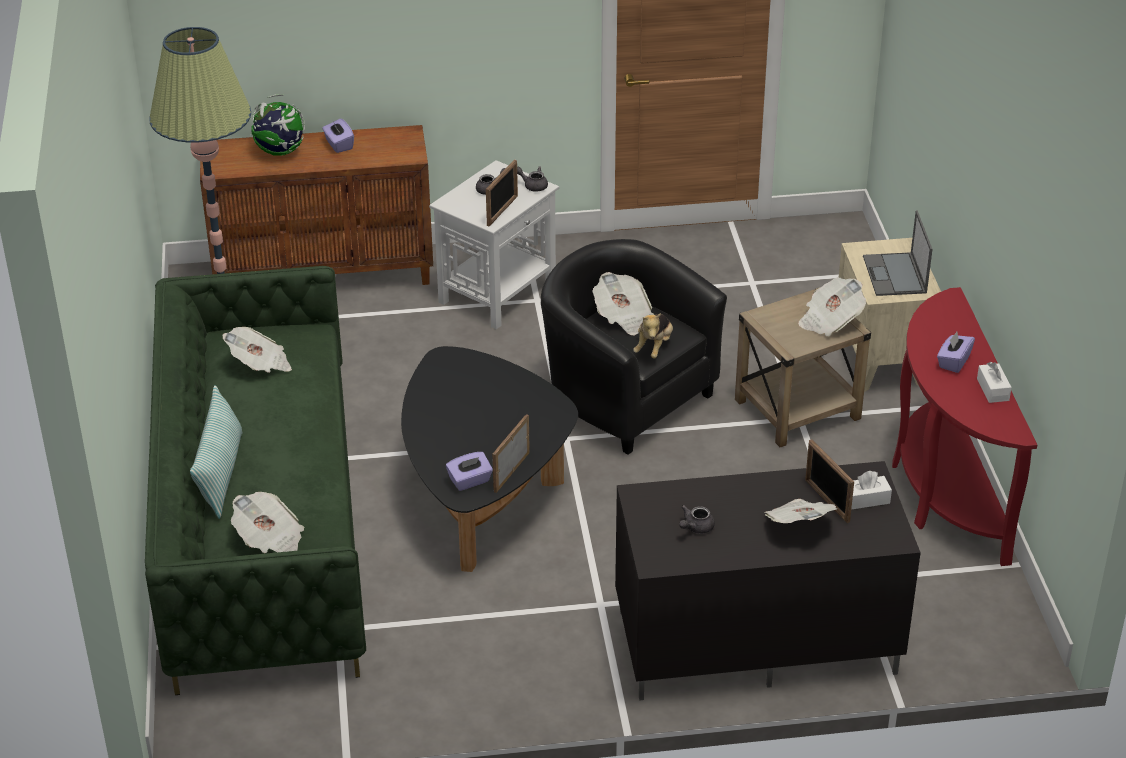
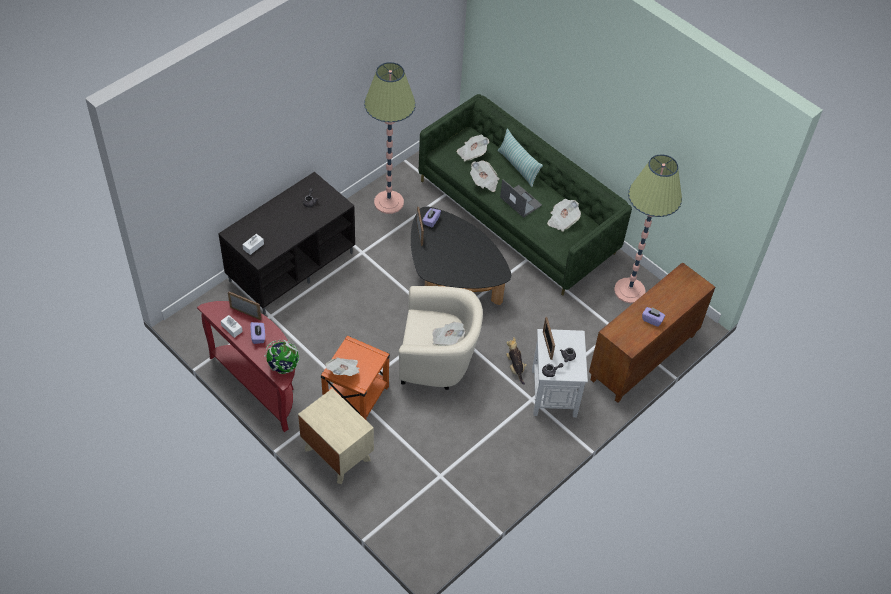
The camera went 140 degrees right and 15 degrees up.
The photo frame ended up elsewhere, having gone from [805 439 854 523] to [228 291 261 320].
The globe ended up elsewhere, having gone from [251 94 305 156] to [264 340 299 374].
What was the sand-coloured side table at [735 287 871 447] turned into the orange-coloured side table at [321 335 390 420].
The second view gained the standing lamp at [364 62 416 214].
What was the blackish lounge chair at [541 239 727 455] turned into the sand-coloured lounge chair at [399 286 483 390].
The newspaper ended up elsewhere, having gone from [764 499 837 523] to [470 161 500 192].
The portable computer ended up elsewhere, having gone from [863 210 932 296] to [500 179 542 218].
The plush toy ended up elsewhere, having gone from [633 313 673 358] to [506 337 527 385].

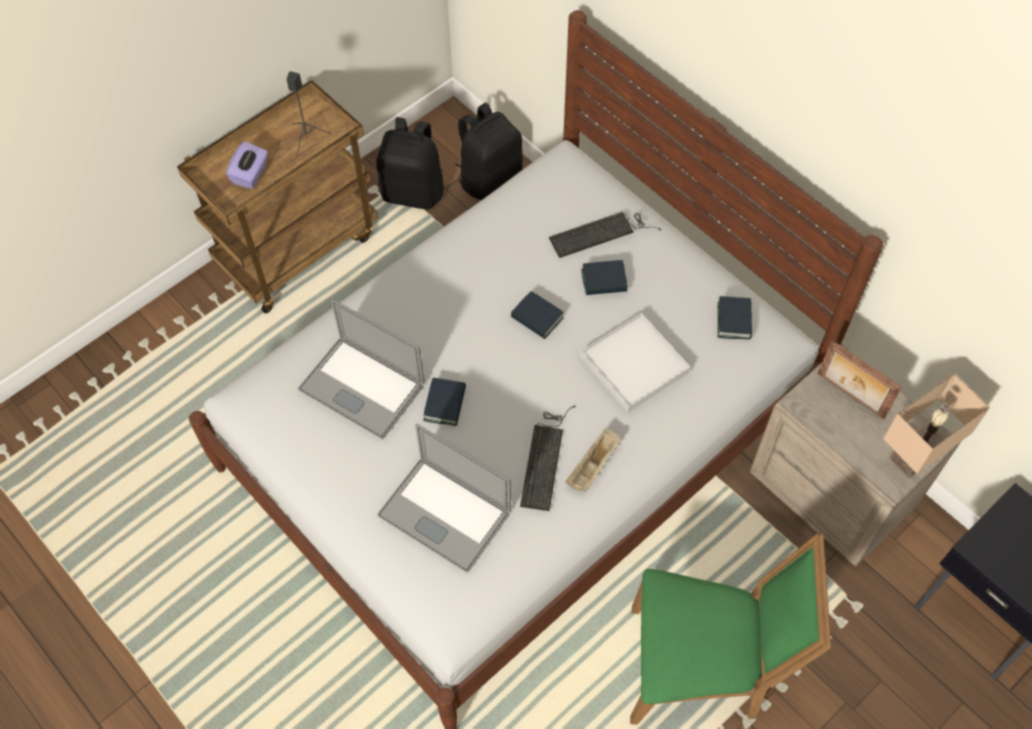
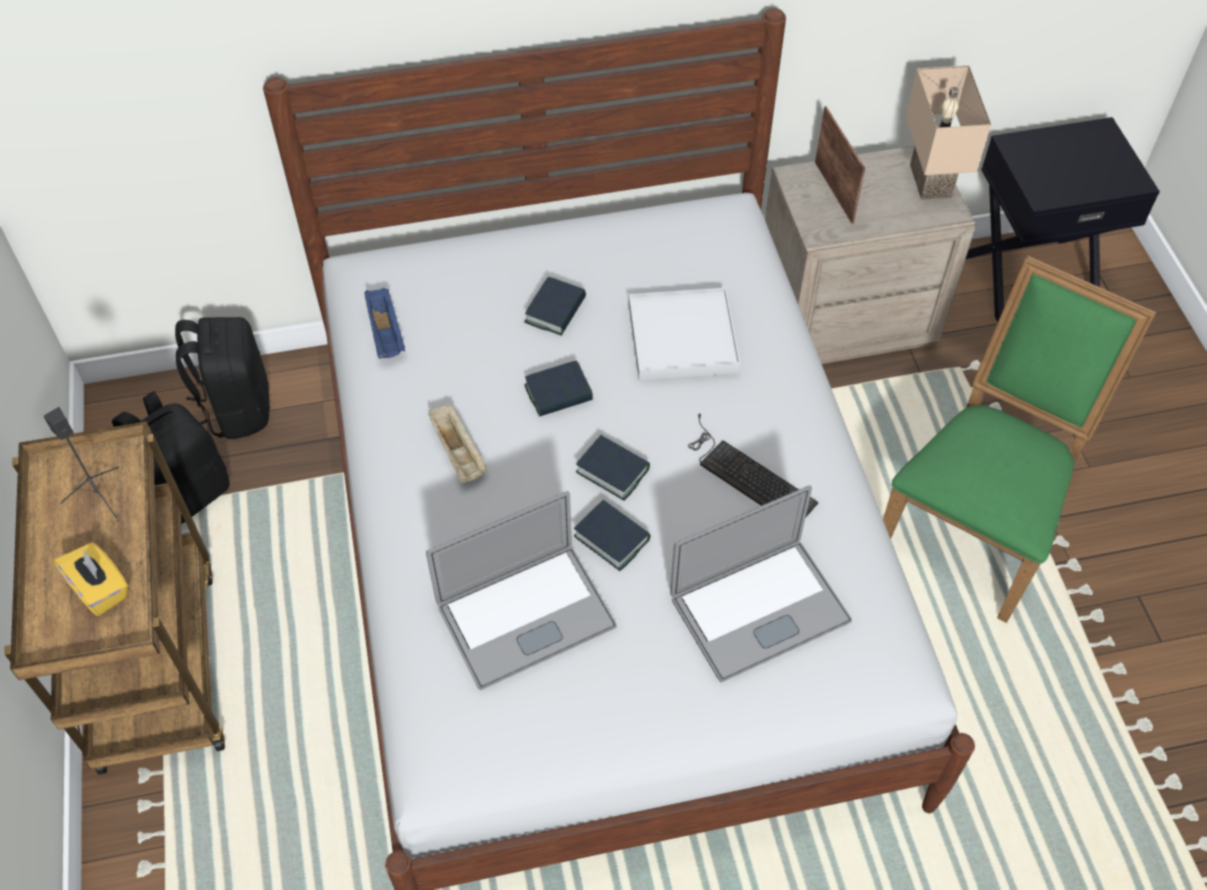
The camera went 60 degrees left and 5 degrees down.
What was the purple tissue holder at [226 141 268 189] turned into the yellowish tissue holder at [54 542 128 616].
The second view gained the bluish serving tray at [365 288 405 359].
The sand-coloured serving tray ended up elsewhere, having gone from [565 428 621 492] to [428 404 487 483].
The book ended up elsewhere, having gone from [718 296 752 340] to [576 435 650 501].
The photo frame at [817 340 902 419] ended up facing another way, 90 degrees counterclockwise from before.
The second view lost the computer keyboard at [549 212 661 258].

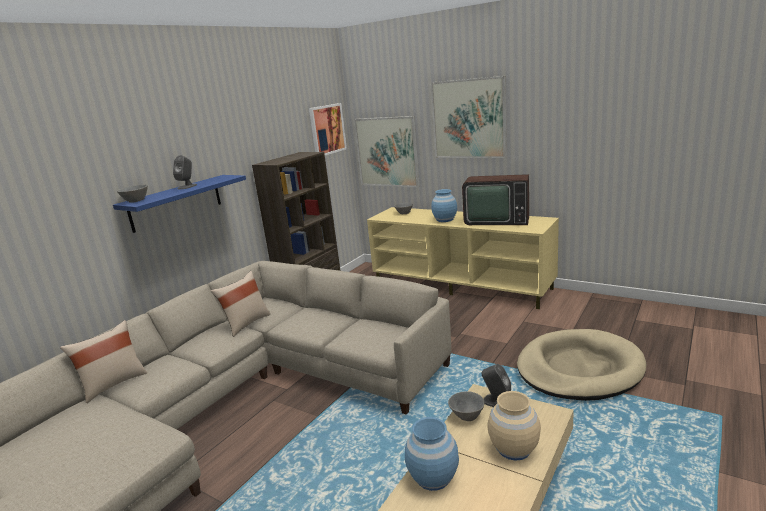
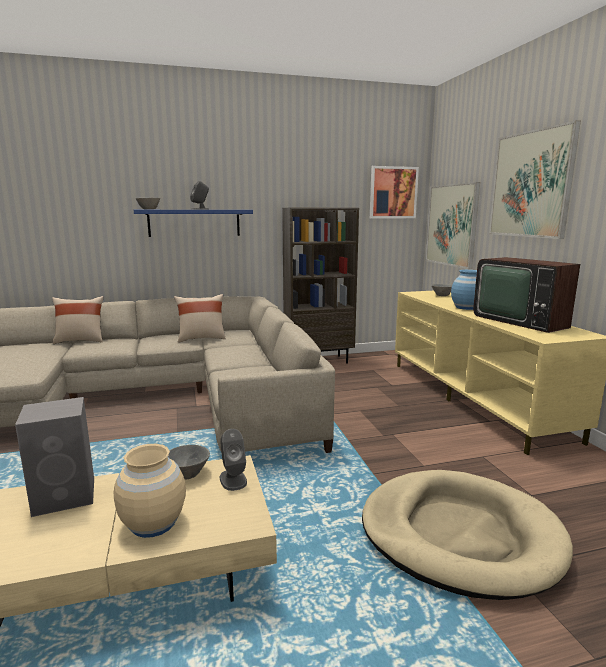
The camera went 40 degrees right and 5 degrees down.
Where the bluish flower vase stood at [405 417 459 491], the greyish audio speaker came to stand at [15 397 94 517].

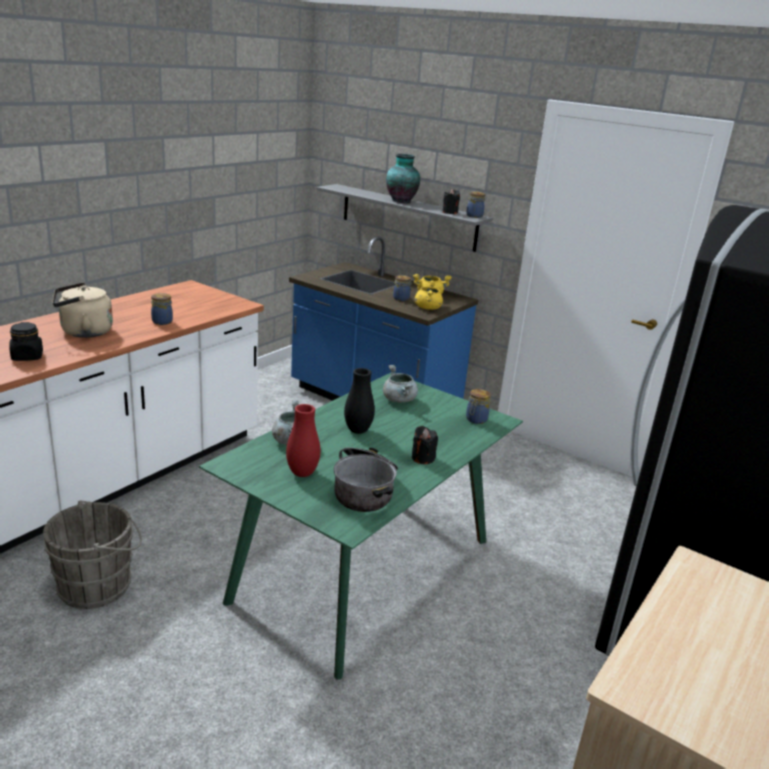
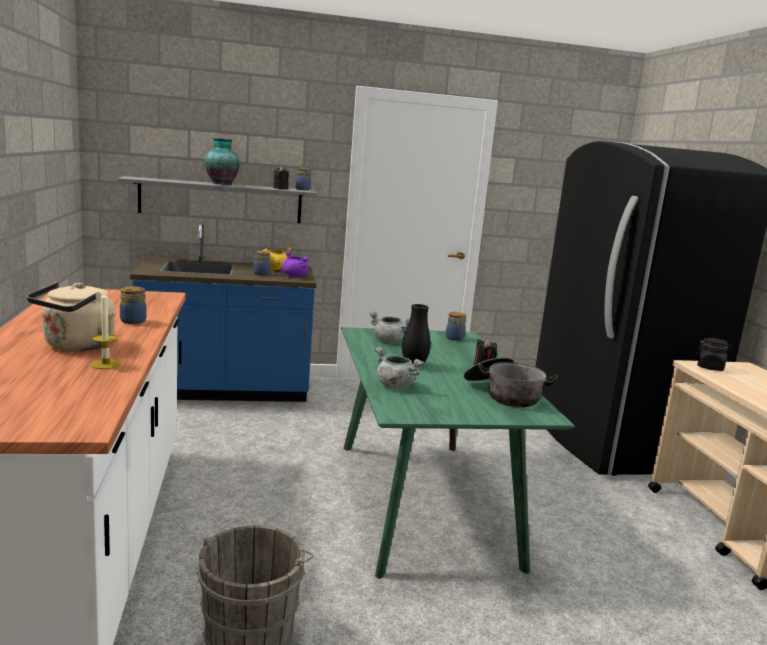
The camera went 45 degrees left and 10 degrees down.
The second view gained the wax light at [91 291 121 369].
What was the yellowish cooking pot at [415 281 443 310] turned into the purple cooking pot at [282 251 309 277].
The blackish preserve jar ended up elsewhere, having gone from [9 322 43 361] to [696 338 733 371].
The second view lost the red-coloured flower vase at [286 404 320 477].

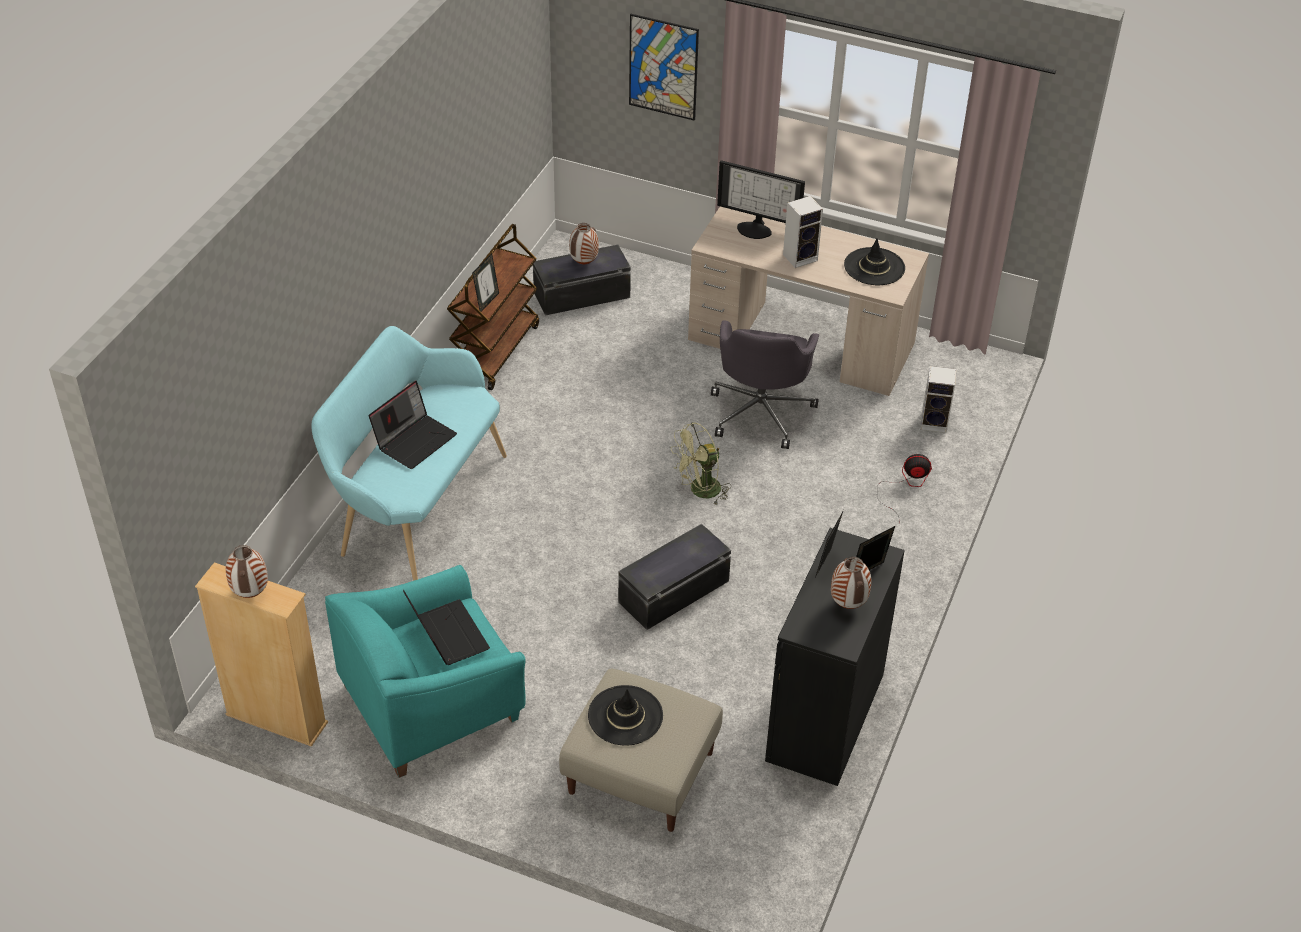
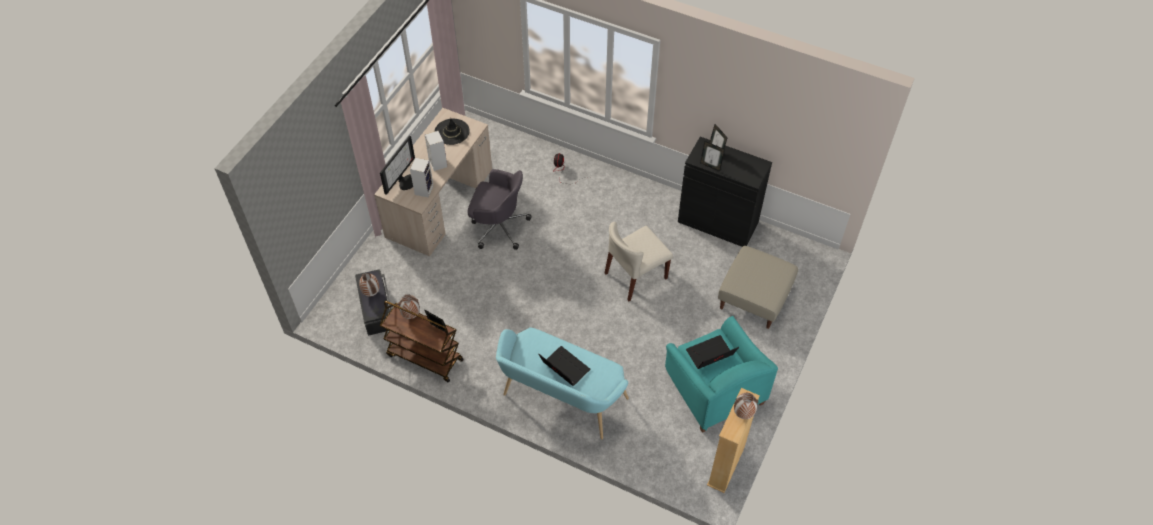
The camera went 85 degrees left and 10 degrees up.
The flower vase ended up elsewhere, having gone from [831 557 871 609] to [398 294 420 319].
The audio speaker ended up elsewhere, having gone from [920 366 956 433] to [410 158 434 198].
Where the blackish storage container stood at [618 524 731 630], the sand-coloured upright chair came to stand at [605 222 673 301].
The second view lost the blackish hat at [588 685 663 746].
The second view lost the wall picture at [629 14 699 121].
The second view lost the green cooling fan at [671 422 731 506].

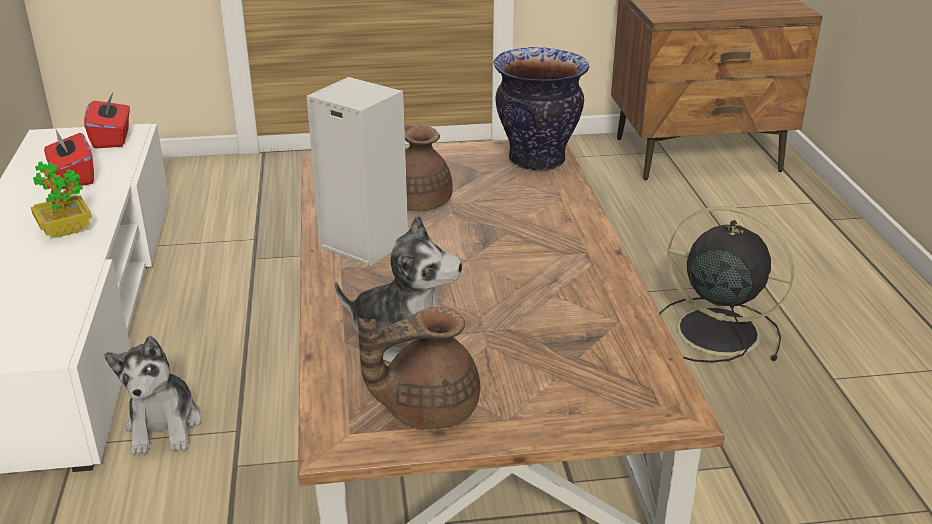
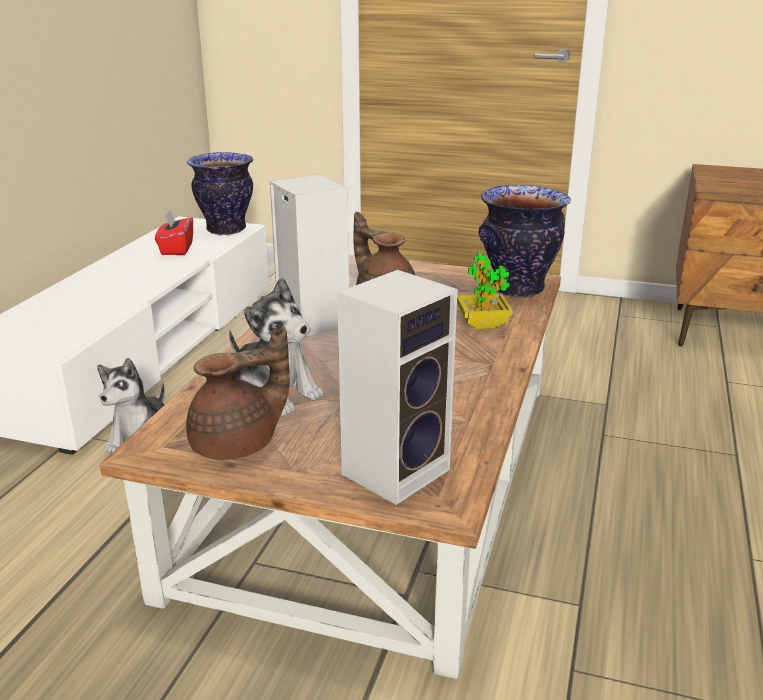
The camera went 25 degrees right and 5 degrees down.
The brownish teapot at [358 307 480 429] ended up facing another way, 150 degrees clockwise from before.
Where the red-coloured tissue holder stood at [84 93 130 149], the flower vase came to stand at [187 152 253 235].
The second view gained the audio speaker at [337 270 457 505].
The houseplant ended up elsewhere, having gone from [31 161 92 238] to [457 253 512 329].
The second view lost the blackish cooling fan at [659 206 794 363].

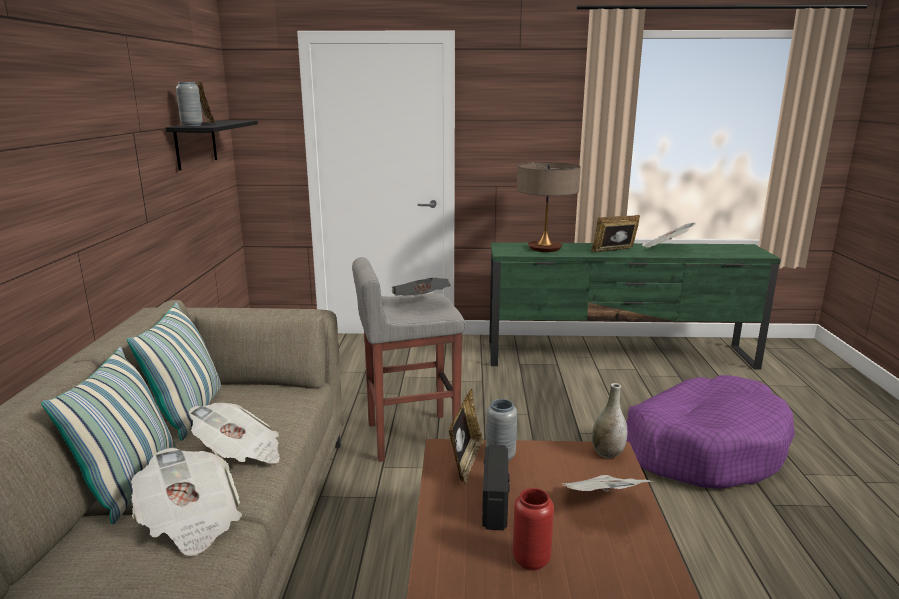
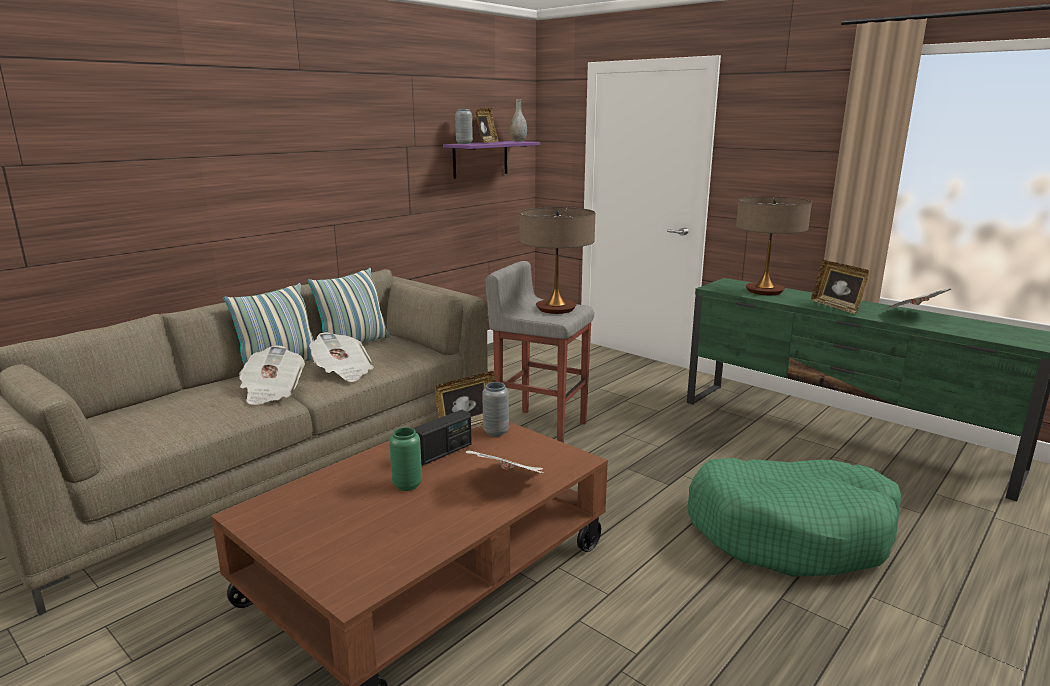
The camera went 40 degrees right and 0 degrees up.
What was the red-coloured flower vase at [513 488 554 570] turned into the green flower vase at [389 427 422 491].
What was the blackish shelf at [165 121 258 171] turned into the purple shelf at [443 141 540 179].
The greyish flower vase ended up elsewhere, having gone from [592 383 627 458] to [510 99 527 141].
Where the newspaper stood at [392 278 451 296], the lamp for a table came to stand at [520 207 595 314].
What was the purple dog cushion at [626 375 795 489] turned into the green dog cushion at [687 458 901 577].
The photo frame at [591 215 640 252] ended up facing another way, 135 degrees counterclockwise from before.

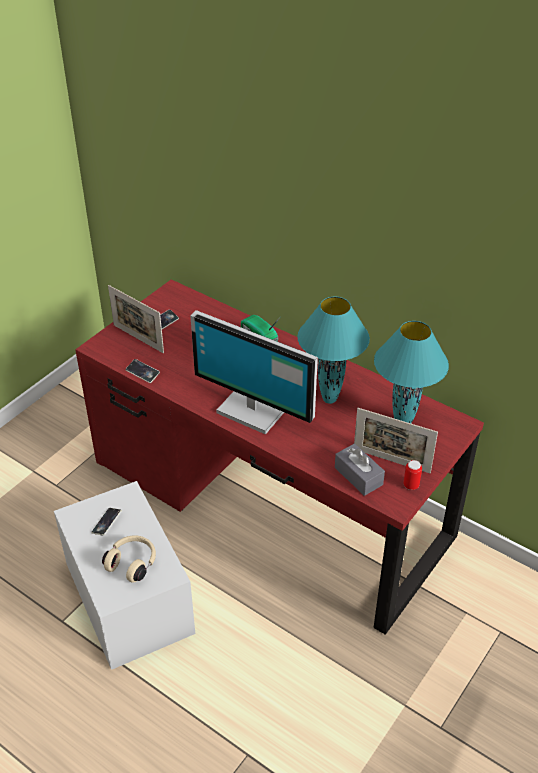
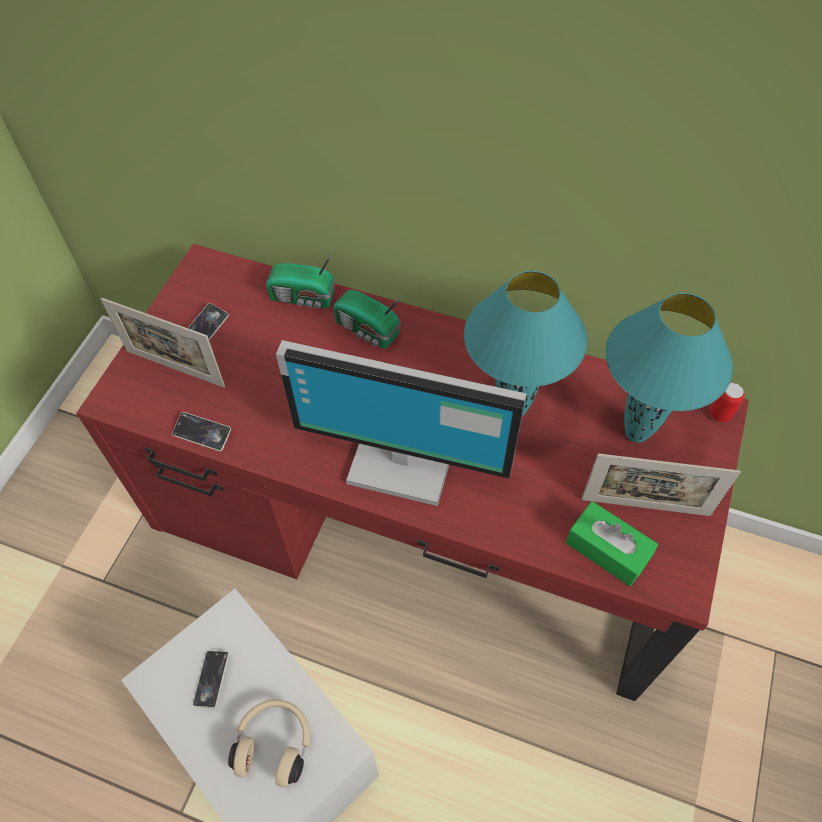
The camera went 15 degrees left and 15 degrees up.
The second view gained the radio at [266 248 335 309].
What was the greyish tissue holder at [335 443 385 496] turned into the green tissue holder at [566 501 658 586].
The can ended up elsewhere, having gone from [403 460 422 490] to [709 383 744 422].

